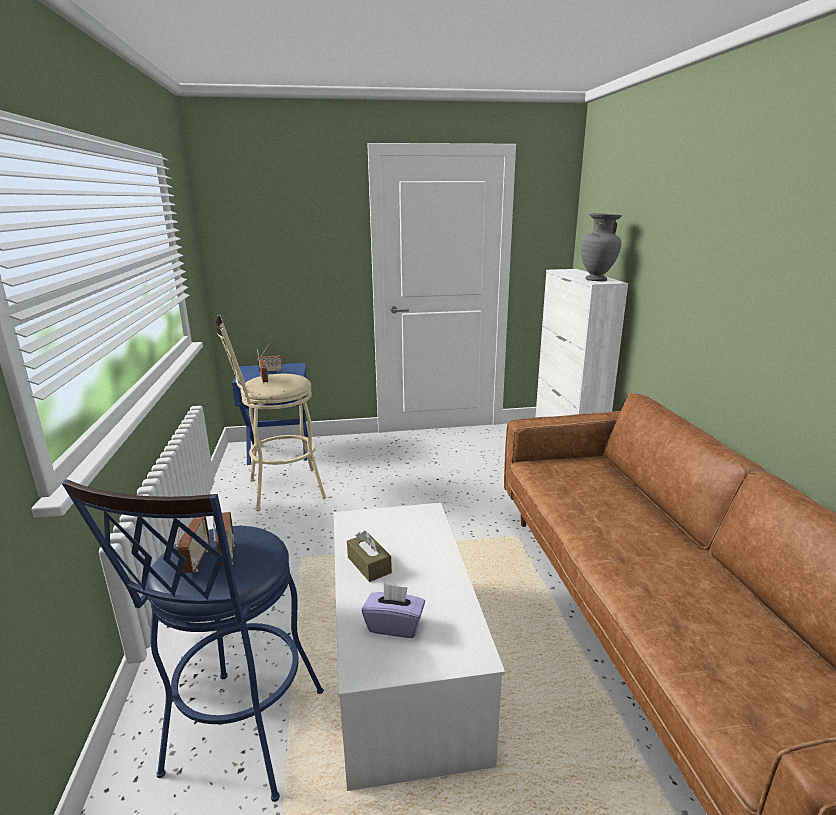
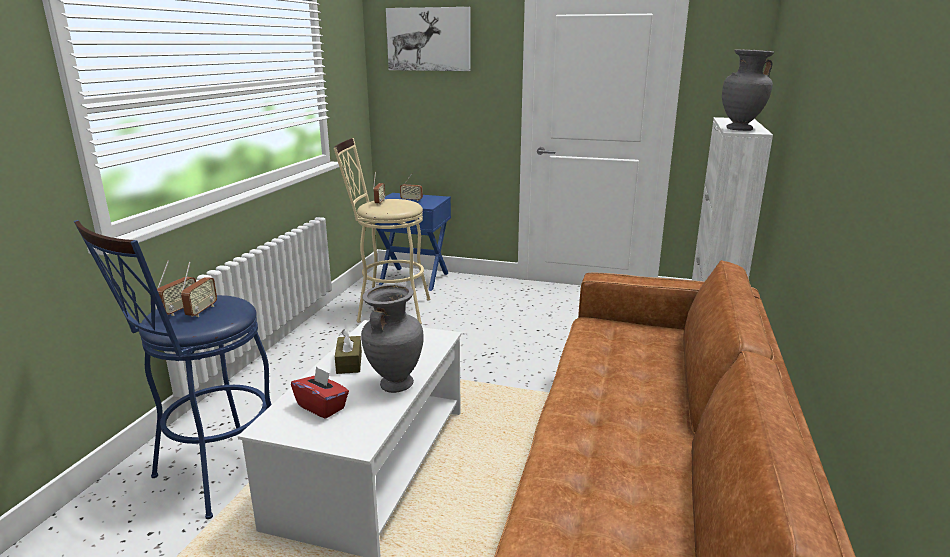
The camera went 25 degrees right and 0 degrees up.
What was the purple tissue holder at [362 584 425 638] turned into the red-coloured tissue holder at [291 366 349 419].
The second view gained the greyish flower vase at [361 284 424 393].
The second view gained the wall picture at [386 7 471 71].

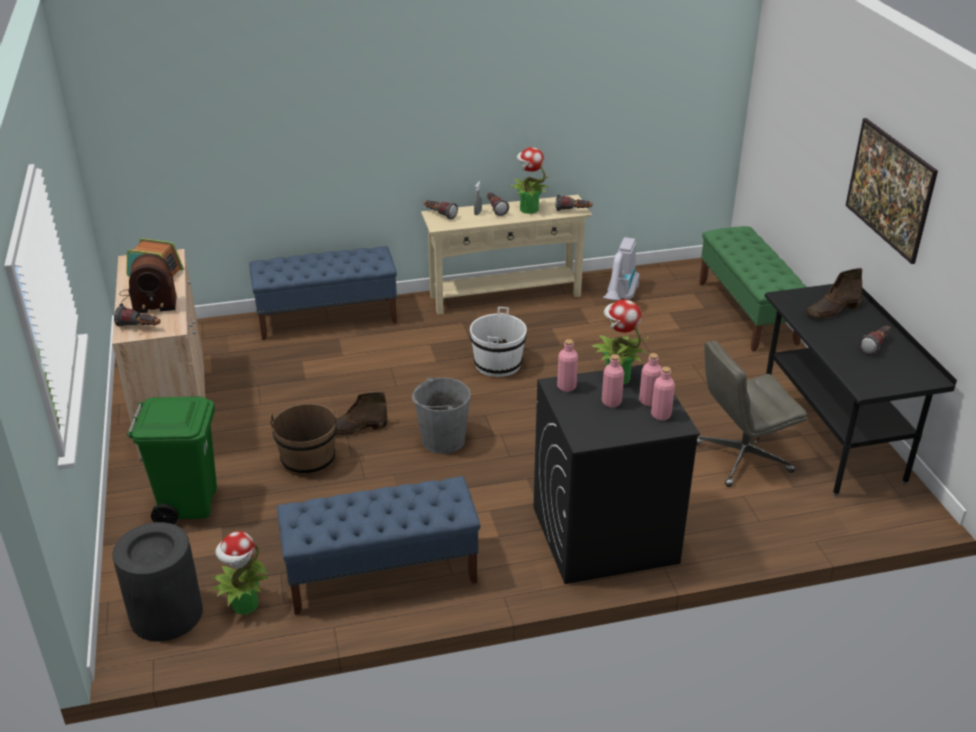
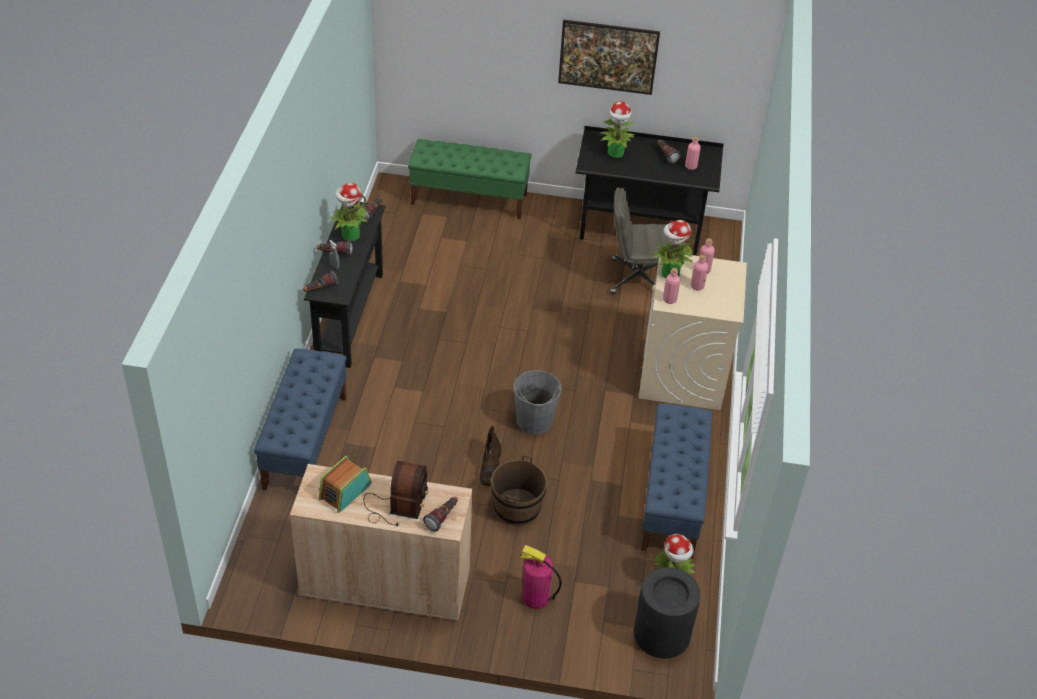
The camera went 70 degrees left and 10 degrees up.
What was the sand-coloured narrow table at [421 195 592 314] turned into the blackish narrow table at [304 202 386 368].
Where the green waste bin stood at [127 397 217 524], the fire extinguisher came to stand at [520 545 562 609].
Where the brownish high-top boot stood at [806 268 862 318], the houseplant came to stand at [601 101 634 158].
The greyish computer chair at [697 340 807 487] ended up facing another way, 90 degrees clockwise from before.
What was the blackish washing machine at [534 364 700 584] turned into the sand-coloured washing machine at [639 255 747 410].
The pinkish drink bottle ended up elsewhere, having gone from [651 367 675 421] to [685 136 701 170].
The second view lost the white-coloured pail at [470 307 527 377].
The second view lost the vacuum cleaner at [603 237 640 300].

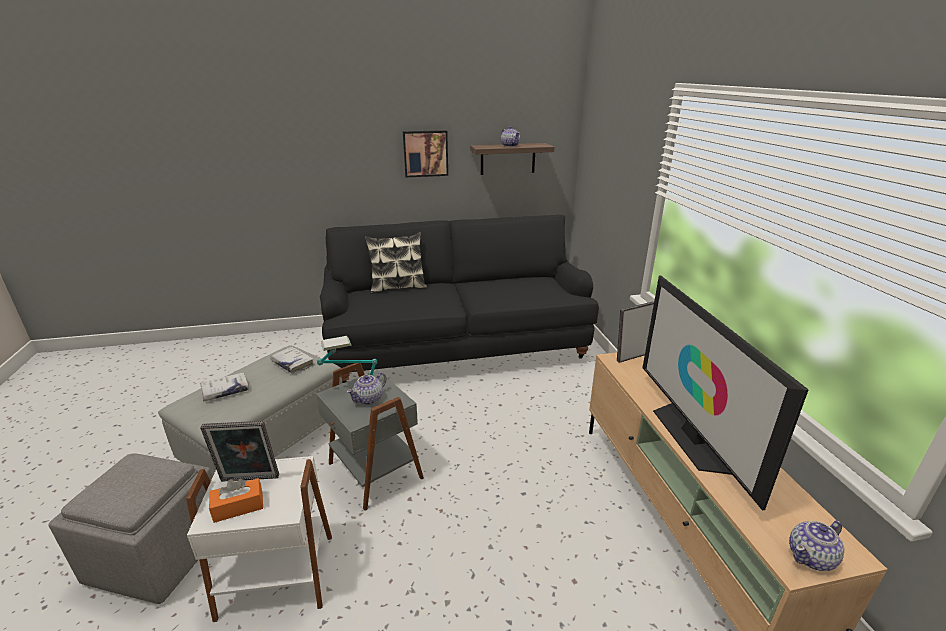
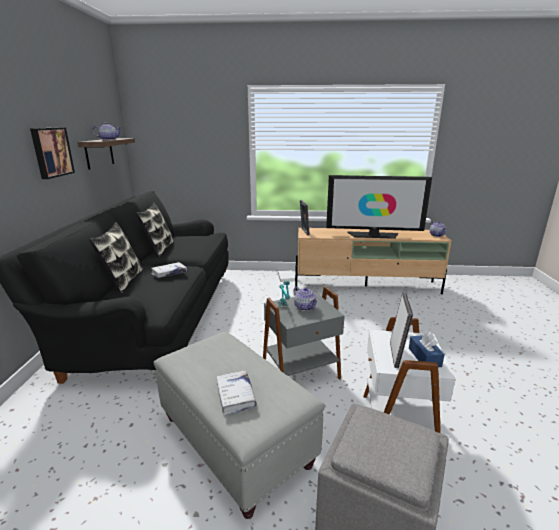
The camera went 75 degrees left and 5 degrees down.
The second view gained the pillow at [136 202 174 257].
The white-coloured book ended up elsewhere, having gone from [270 346 314 374] to [151 262 187 278].
What was the orange-coloured tissue holder at [209 478 263 523] turned into the bluish tissue holder at [409 331 445 367].

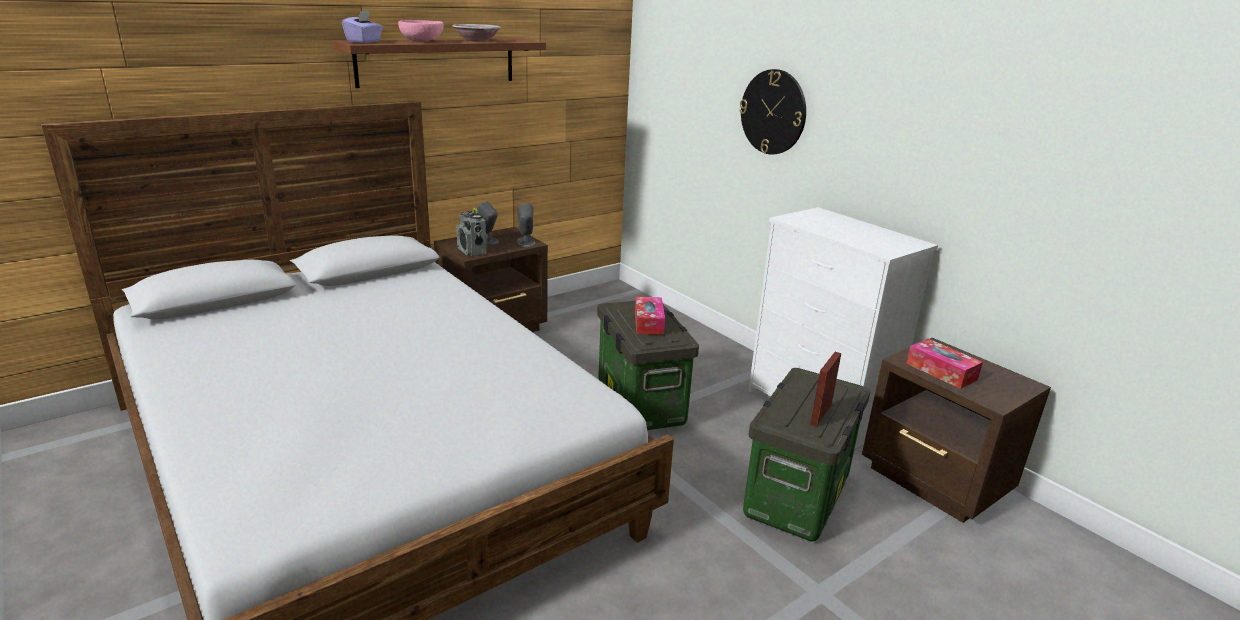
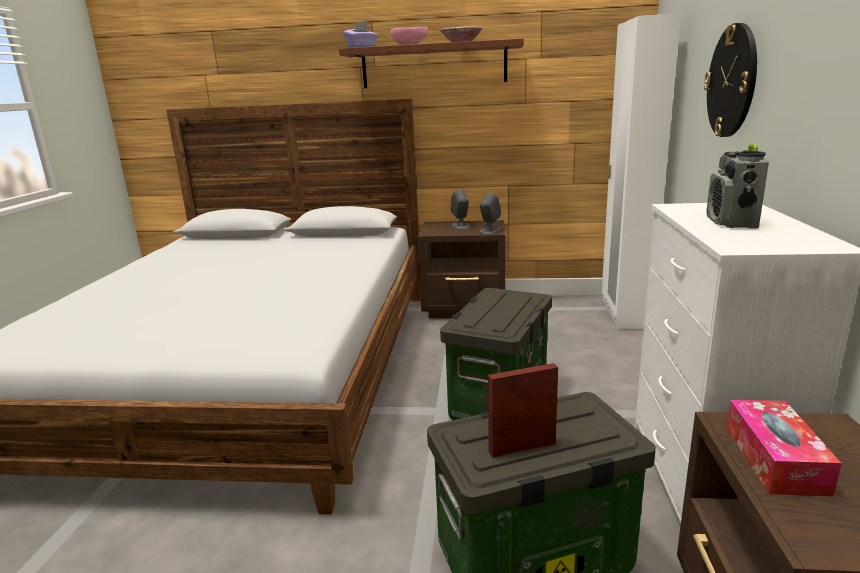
The camera went 45 degrees right and 5 degrees down.
The second view gained the white-coloured wardrobe at [602 13 681 330].
The radio ended up elsewhere, having gone from [456 208 487 256] to [706 144 769 229].
The second view lost the tissue holder at [635 296 665 335].

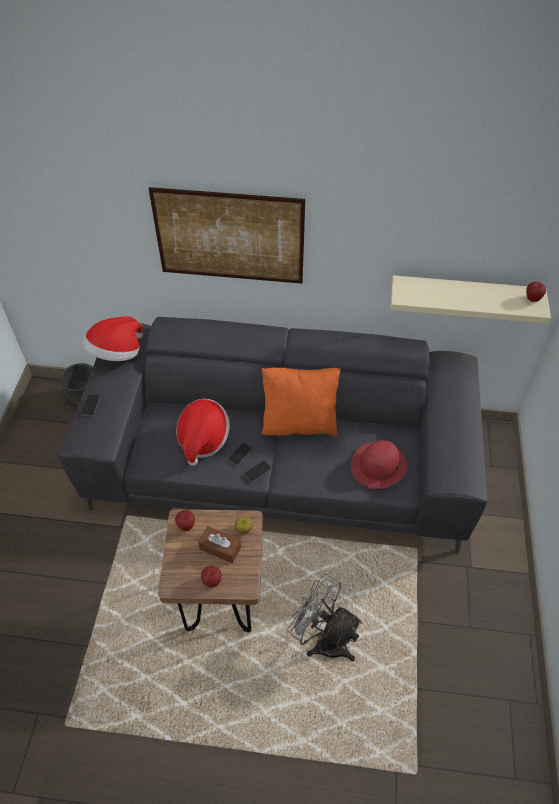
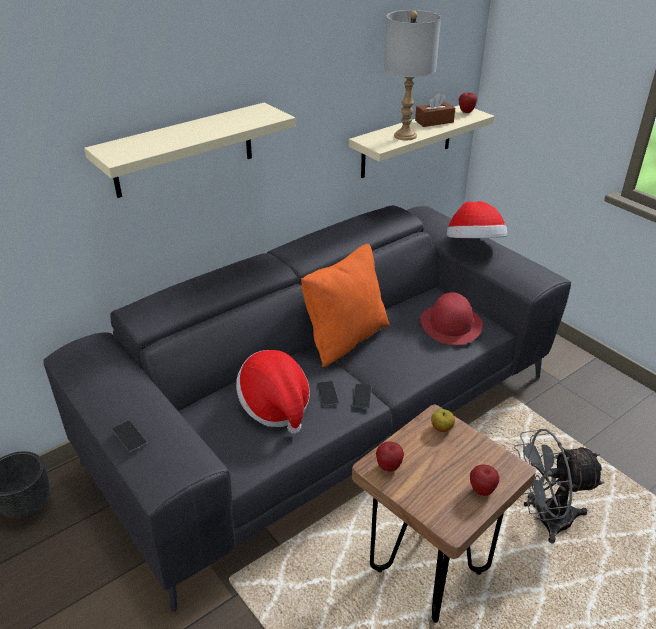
The camera went 45 degrees left and 15 degrees down.
Where the wall picture hung at [149 187 305 284], the sand-coloured shelf came to hang at [84 102 295 198].
The second view gained the greyish lamp for a table at [384 10 441 140].
The brownish tissue holder ended up elsewhere, having gone from [198 526 241 563] to [415 93 455 127].
The hat ended up elsewhere, having gone from [83 316 143 361] to [447 201 507 238].

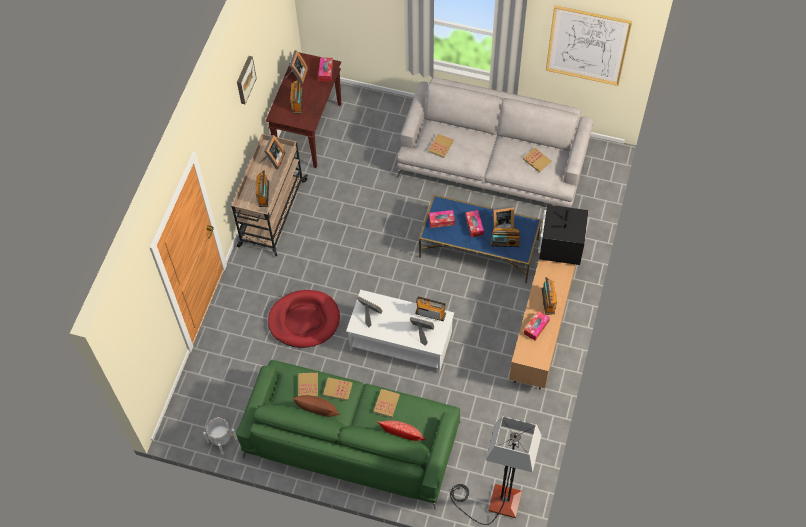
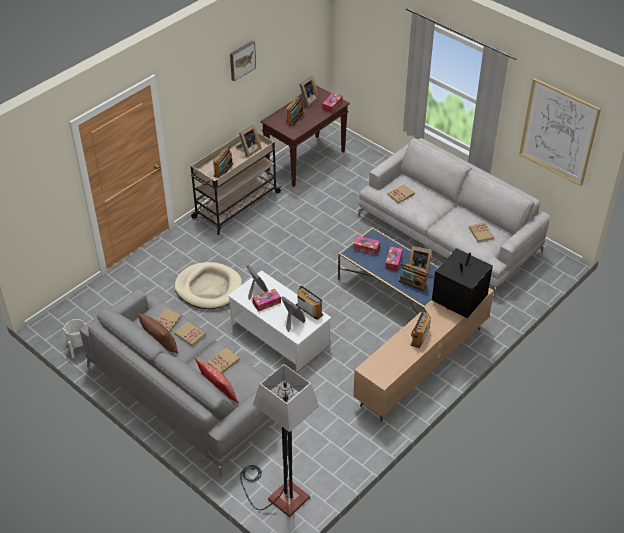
The camera went 25 degrees right and 15 degrees down.
What was the green settee at [236 360 460 510] turned into the greyish settee at [79 289 288 478].
What was the red-coloured dog cushion at [268 290 340 348] turned into the sand-coloured dog cushion at [174 262 242 309].
The tissue holder ended up elsewhere, having gone from [524 311 550 341] to [252 289 281 312].

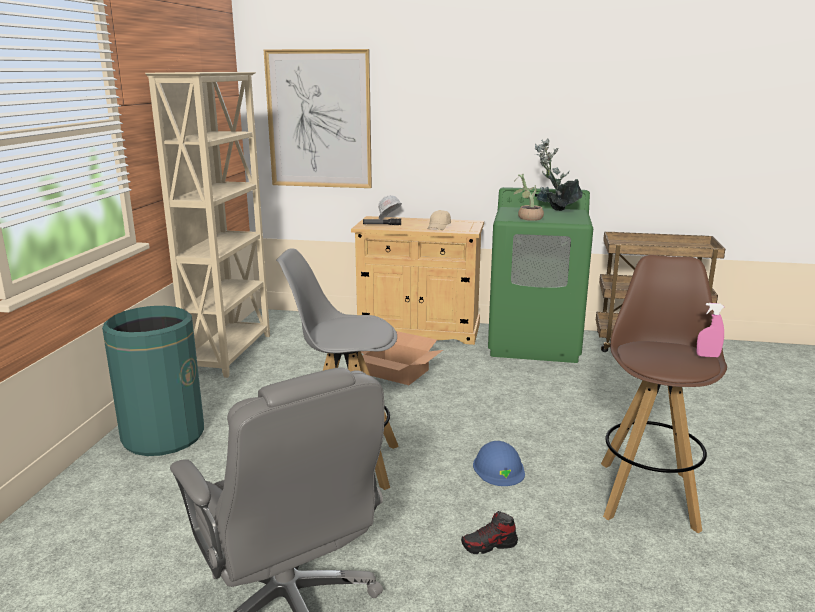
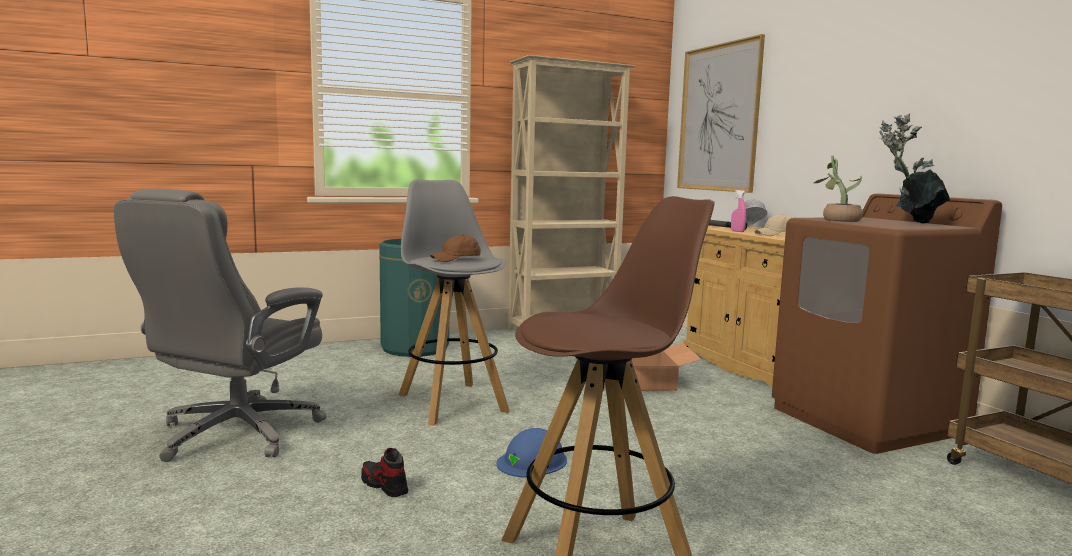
The camera went 55 degrees right and 10 degrees down.
The second view gained the brownish baseball cap at [430 234 481 262].
The pinkish hand sprayer ended up elsewhere, having gone from [696 303 724 357] to [731 190 746 232].
What was the green washing machine at [488 187 593 363] turned into the brownish washing machine at [772 194 1002 454].

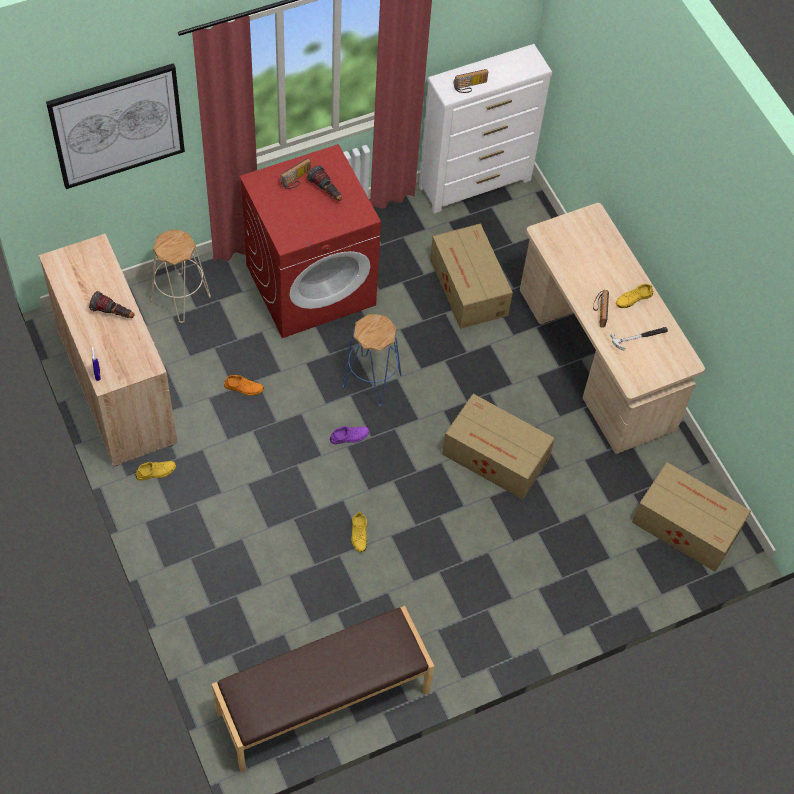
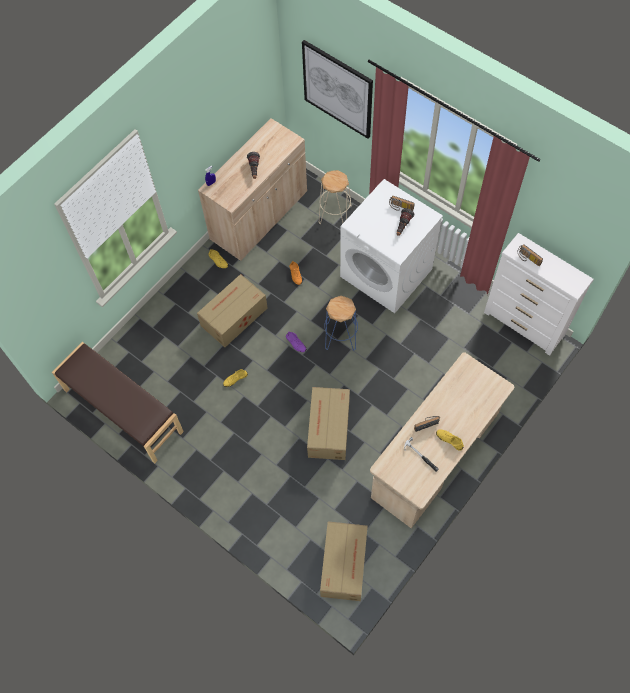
The camera went 70 degrees right and 5 degrees up.
The cardboard box ended up elsewhere, having gone from [430 223 513 329] to [197 274 268 347].
What was the red-coloured washing machine at [240 144 381 338] turned into the white-coloured washing machine at [340 179 443 313].

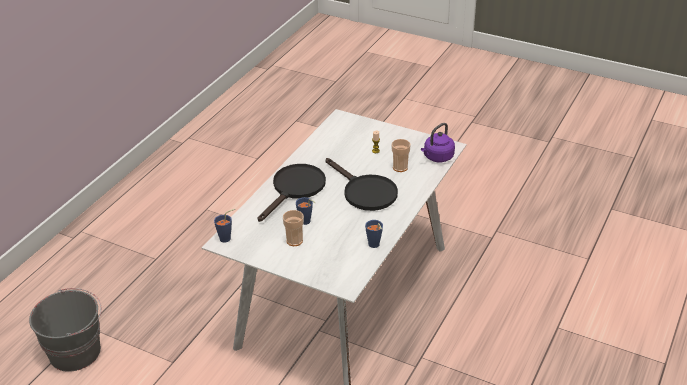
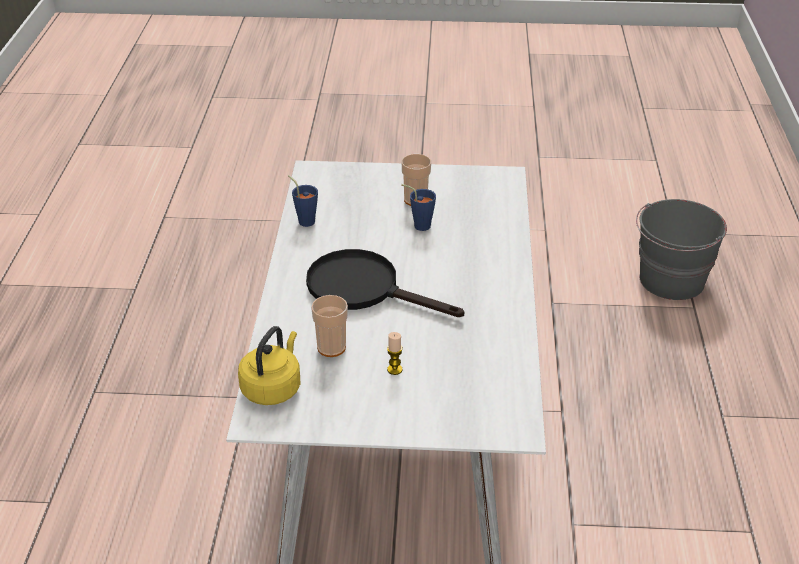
The camera went 155 degrees right and 0 degrees up.
What was the purple tea kettle at [421 123 455 162] turned into the yellowish tea kettle at [238 326 300 405].
The second view lost the bluish drinking cup at [214 209 235 243].
The second view lost the blackish pan at [257 164 326 222].

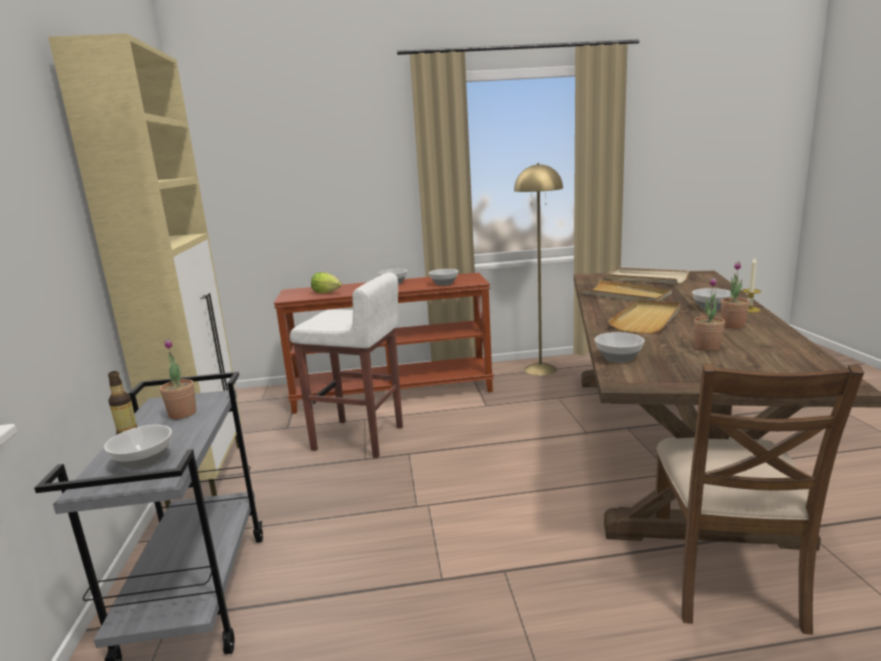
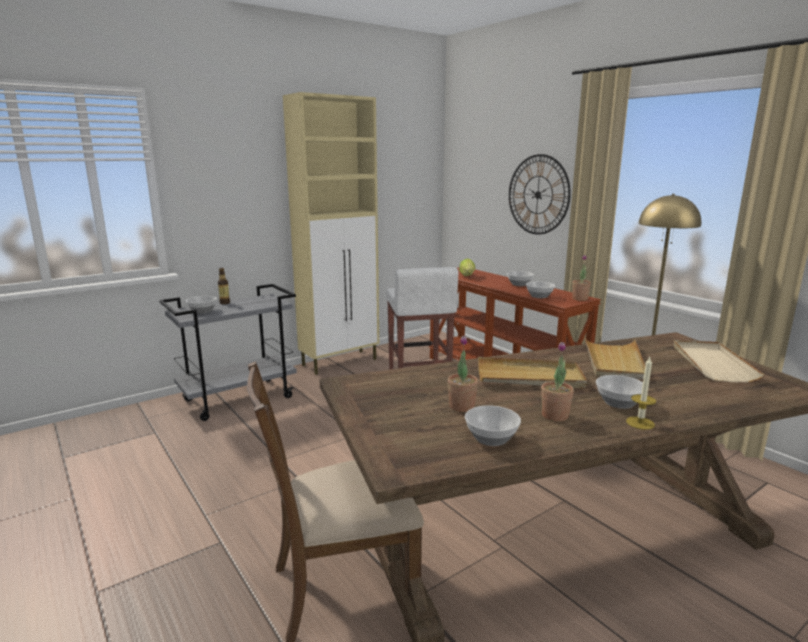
The camera went 60 degrees right and 0 degrees up.
The deep dish ended up elsewhere, having gone from [595 332 645 363] to [465 405 521 446].
The second view gained the hanging clock at [509 154 571 235].
The houseplant ended up elsewhere, having gone from [160 339 196 419] to [572 255 591 301].

